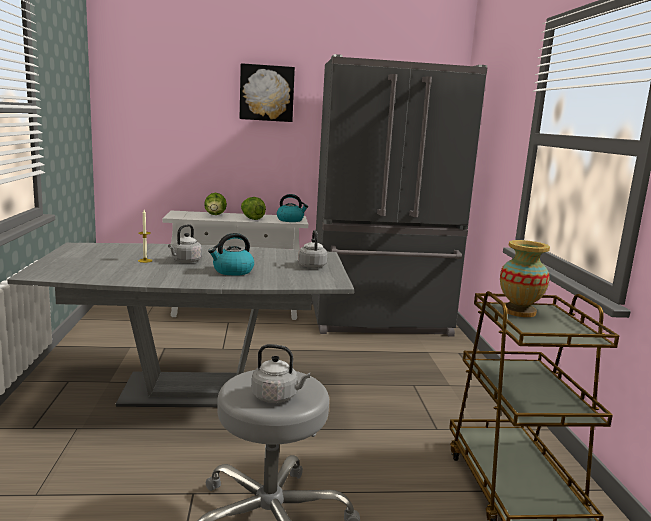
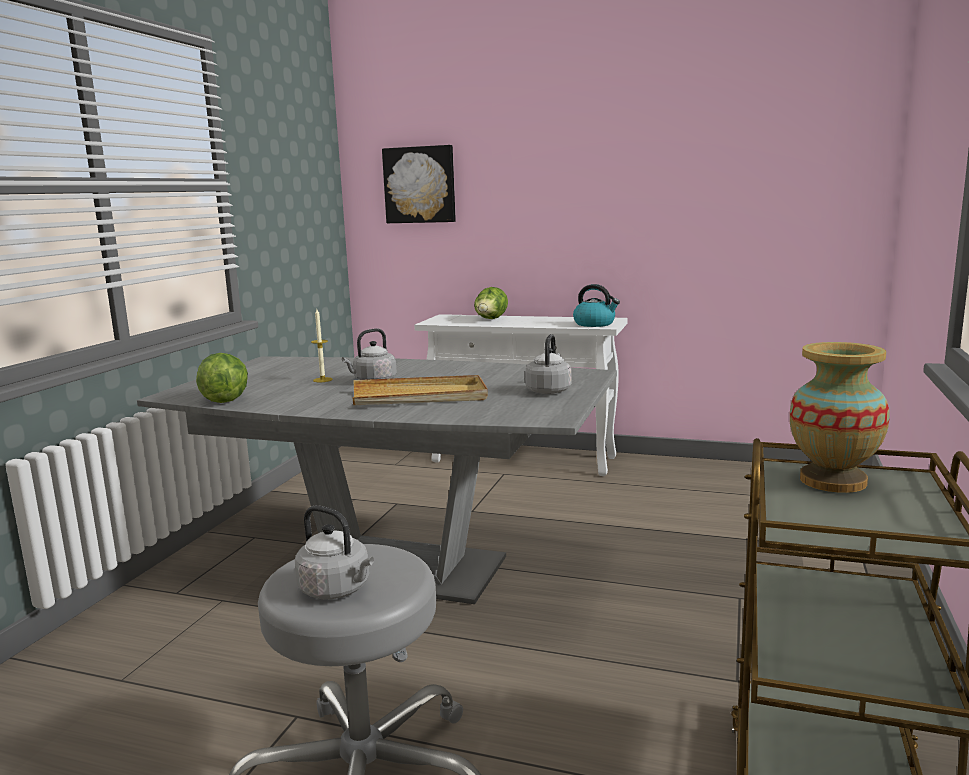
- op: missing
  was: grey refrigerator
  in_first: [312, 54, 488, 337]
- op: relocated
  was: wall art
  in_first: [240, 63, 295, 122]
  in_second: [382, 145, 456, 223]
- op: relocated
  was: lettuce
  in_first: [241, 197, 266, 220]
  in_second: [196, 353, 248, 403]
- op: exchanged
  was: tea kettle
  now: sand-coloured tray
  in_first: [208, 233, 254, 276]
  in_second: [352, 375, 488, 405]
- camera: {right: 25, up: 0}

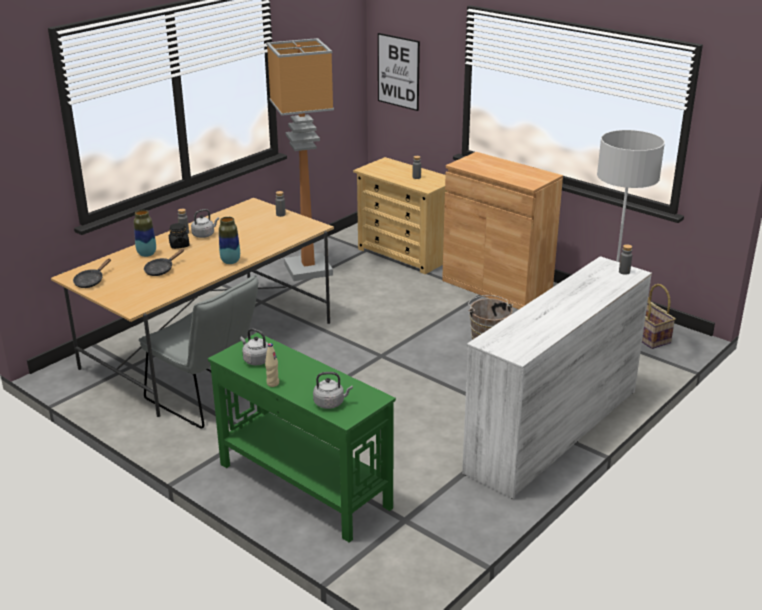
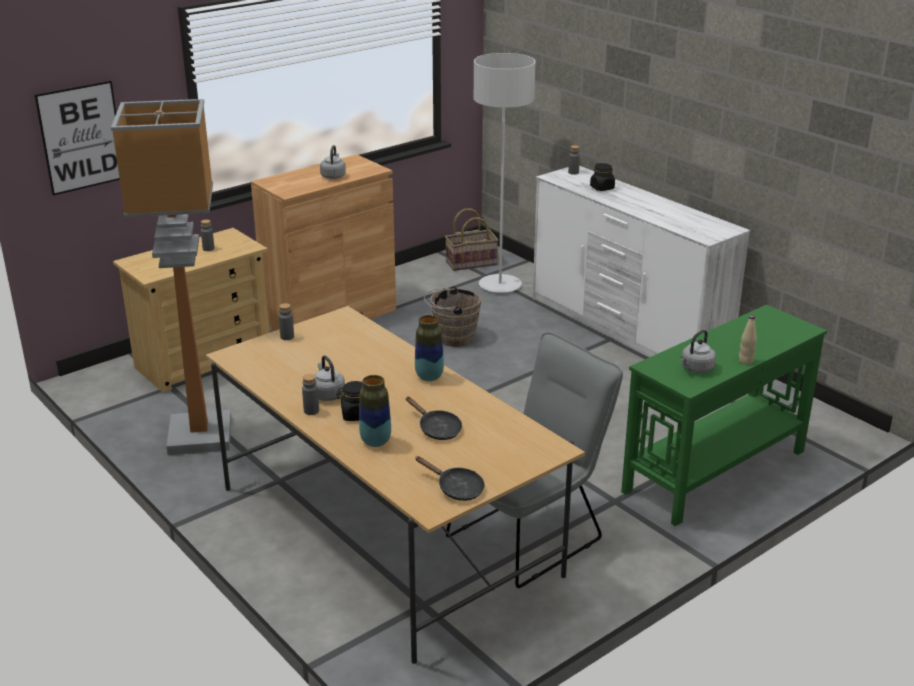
- op: relocated
  was: grey tea kettle
  in_first: [313, 372, 353, 409]
  in_second: [320, 145, 346, 179]
- op: appeared
  now: black jar
  in_second: [590, 163, 615, 191]
- camera: {right: -80, up: 0}

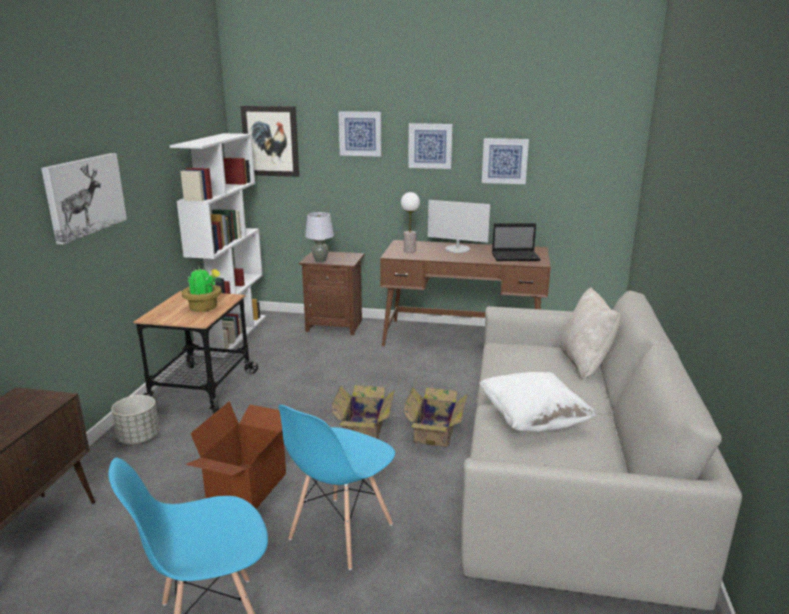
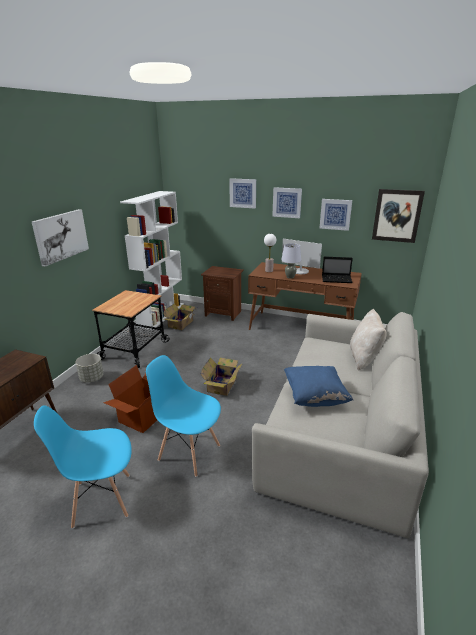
- op: relocated
  was: wall art
  in_first: [240, 106, 299, 177]
  in_second: [372, 189, 425, 243]
- op: relocated
  was: grey table lamp
  in_first: [305, 212, 334, 263]
  in_second: [281, 243, 301, 279]
- op: missing
  was: houseplant
  in_first: [182, 267, 222, 312]
- op: colour
  was: white throw pillow
  now: blue throw pillow
  in_first: [479, 372, 597, 432]
  in_second: [284, 366, 353, 407]
- op: relocated
  was: cardboard box
  in_first: [403, 387, 468, 447]
  in_second: [163, 304, 195, 330]
- op: spun
  was: blue plain chair
  in_first: [279, 405, 395, 570]
  in_second: [146, 355, 221, 477]
  clockwise: 75
- camera: {right: 10, up: 5}

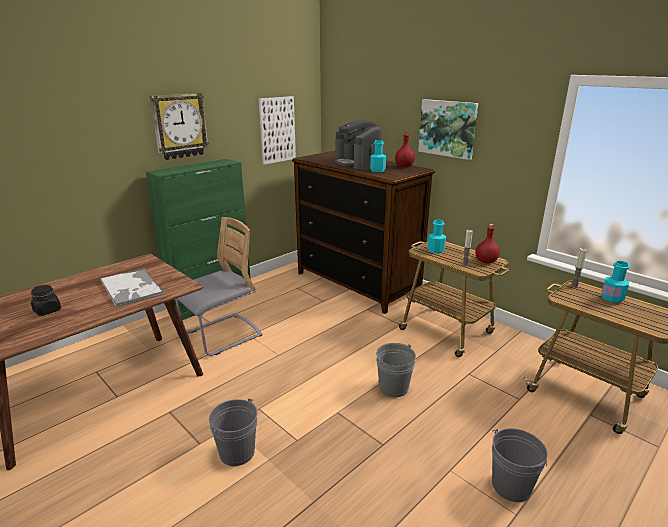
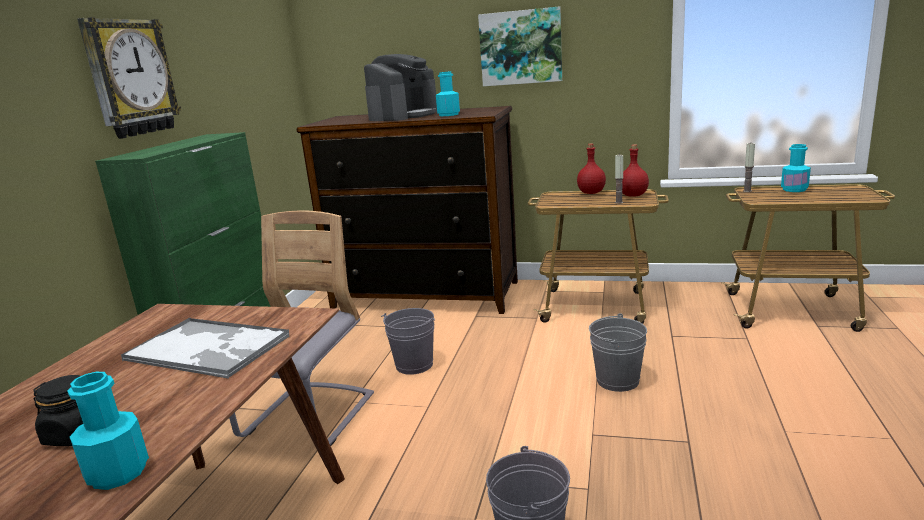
- op: missing
  was: wall art
  in_first: [259, 96, 296, 164]
- op: spun
  was: coffee brewer
  in_first: [335, 120, 382, 169]
  in_second: [364, 54, 437, 121]
  clockwise: -90
- op: relocated
  was: red-coloured beverage bottle
  in_first: [395, 132, 415, 167]
  in_second: [577, 144, 606, 194]
- op: relocated
  was: turquoise-coloured beverage bottle
  in_first: [427, 220, 446, 253]
  in_second: [67, 372, 149, 490]
- op: relocated
  was: grey water bucket
  in_first: [492, 428, 548, 502]
  in_second: [381, 308, 435, 375]
- camera: {right: -30, up: -5}

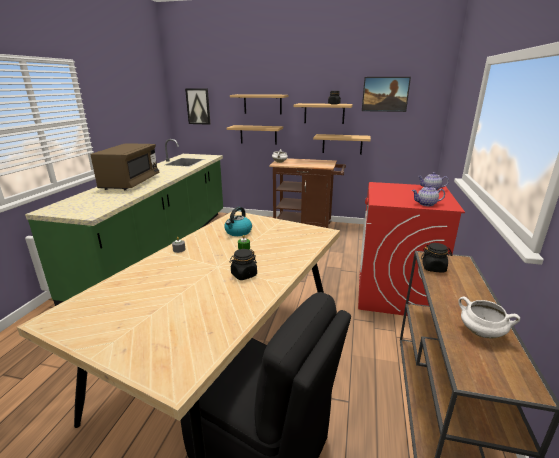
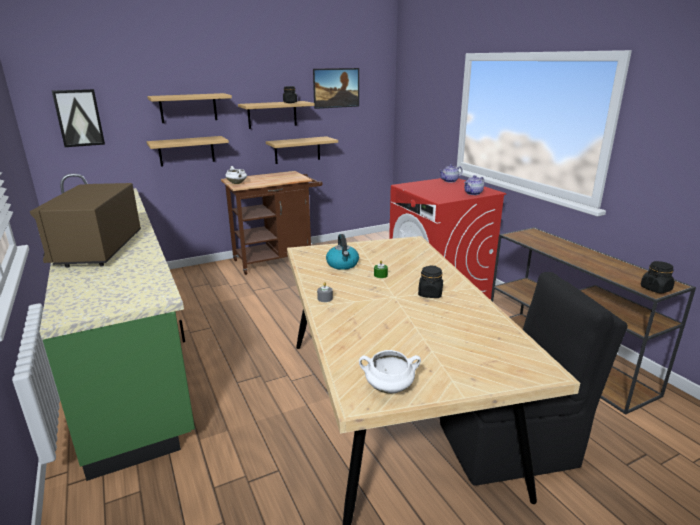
- op: spun
  was: brown kitchen microwave
  in_first: [91, 143, 159, 190]
  in_second: [30, 183, 141, 268]
  clockwise: -150
- op: relocated
  was: black jar
  in_first: [421, 243, 452, 273]
  in_second: [641, 261, 675, 294]
- op: relocated
  was: white stockpot
  in_first: [458, 296, 520, 338]
  in_second: [359, 350, 421, 394]
- camera: {right: -40, up: 0}

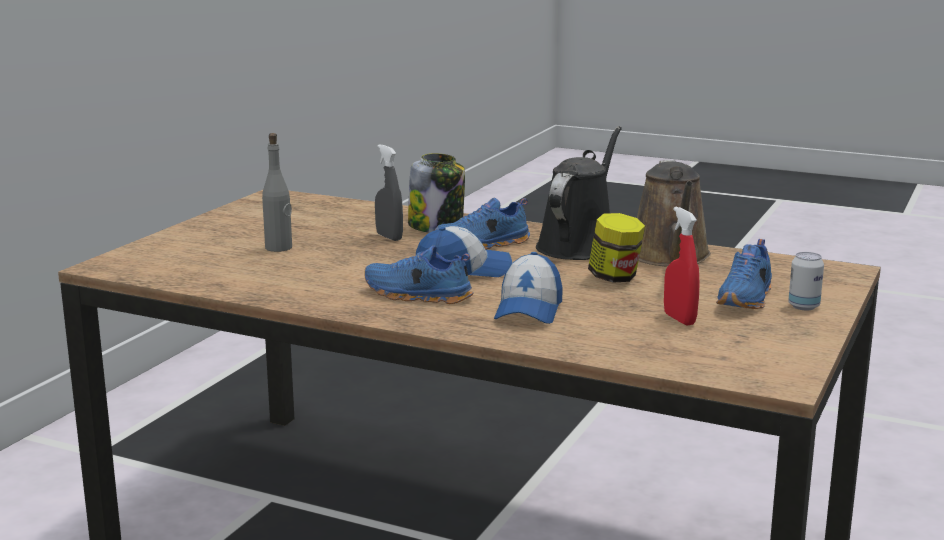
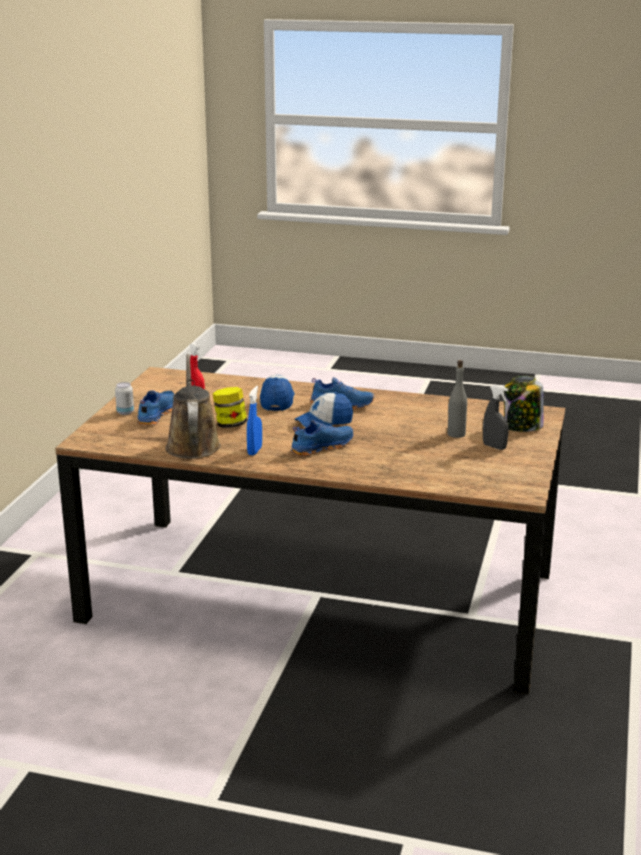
- op: exchanged
  was: black watering pot
  now: blue spray bottle
  in_first: [536, 126, 622, 260]
  in_second: [247, 386, 262, 455]
- op: relocated
  was: grey spray bottle
  in_first: [375, 144, 403, 241]
  in_second: [483, 385, 509, 450]
- op: relocated
  was: jar
  in_first: [408, 153, 465, 233]
  in_second: [504, 376, 544, 432]
- camera: {right: 170, up: 5}

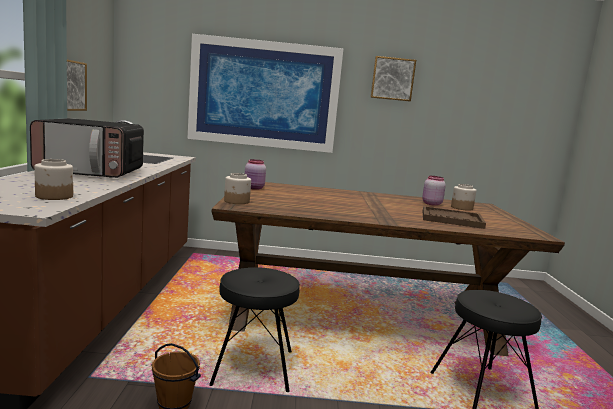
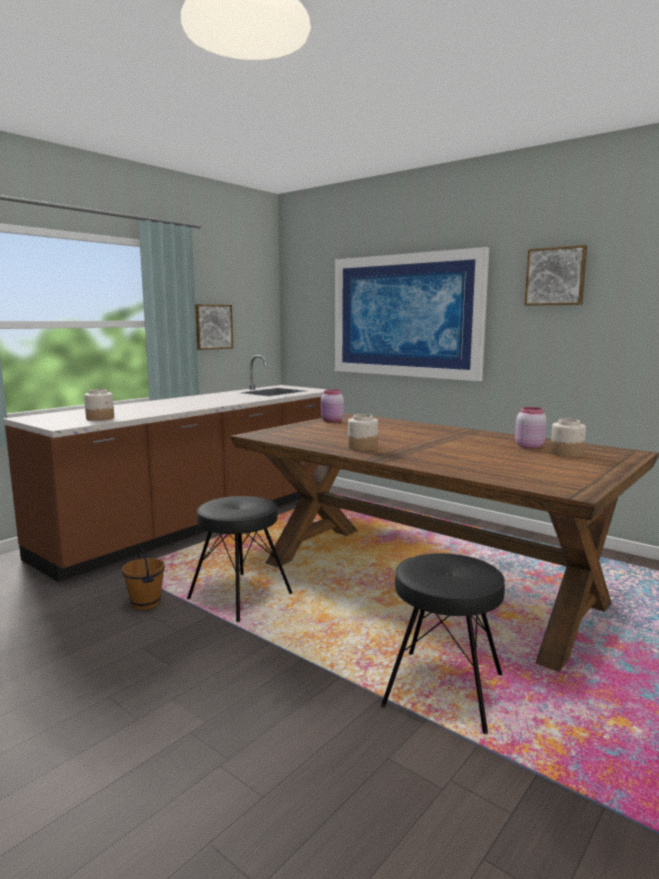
- op: missing
  was: kitchen microwave
  in_first: [30, 118, 144, 178]
- op: relocated
  was: jar
  in_first: [224, 173, 251, 204]
  in_second: [348, 414, 378, 451]
- op: missing
  was: brown tray
  in_first: [422, 206, 486, 229]
- camera: {right: 40, up: 0}

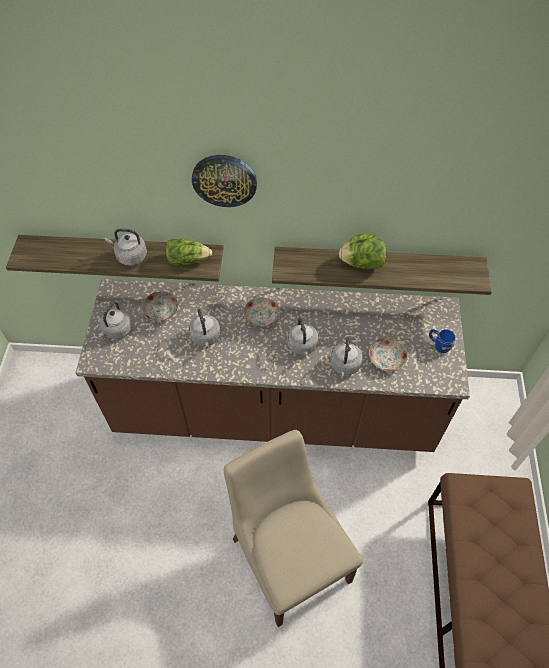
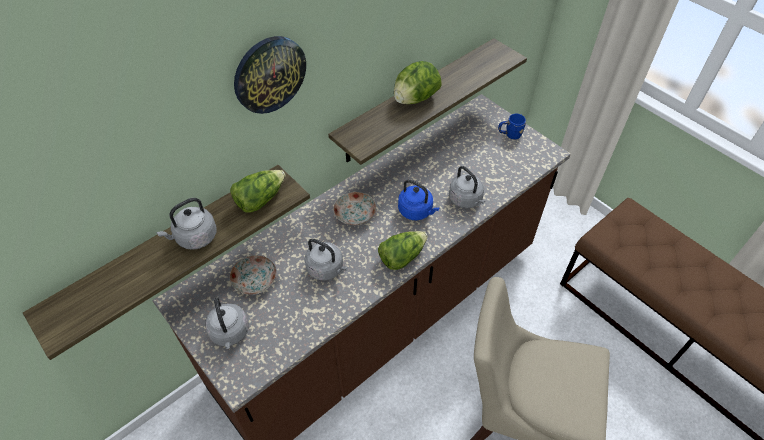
- op: colour
  was: grey tea kettle
  now: blue tea kettle
  in_first: [287, 317, 318, 356]
  in_second: [398, 180, 439, 220]
- op: missing
  was: dinner plate
  in_first: [369, 338, 407, 371]
- op: appeared
  now: lettuce
  in_second: [378, 231, 428, 270]
- camera: {right: -45, up: -5}

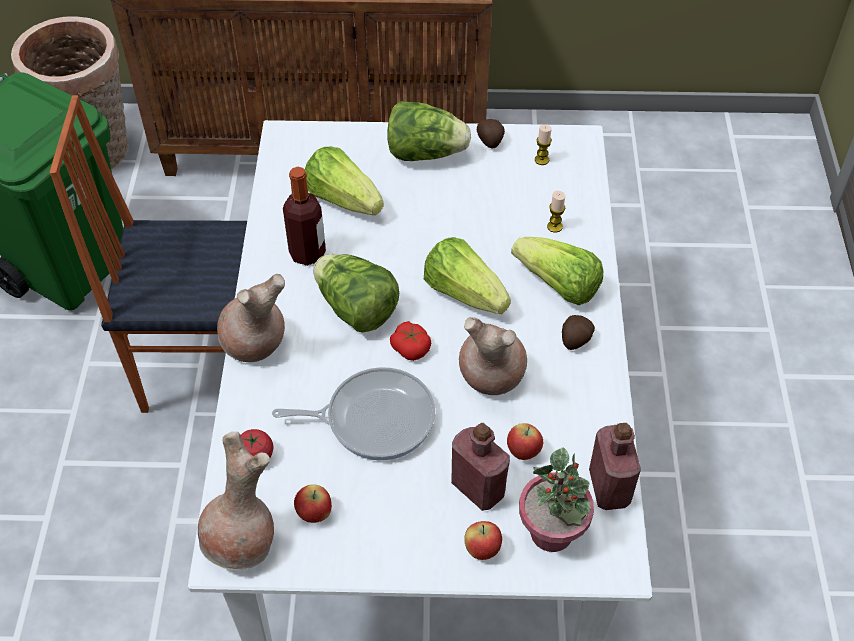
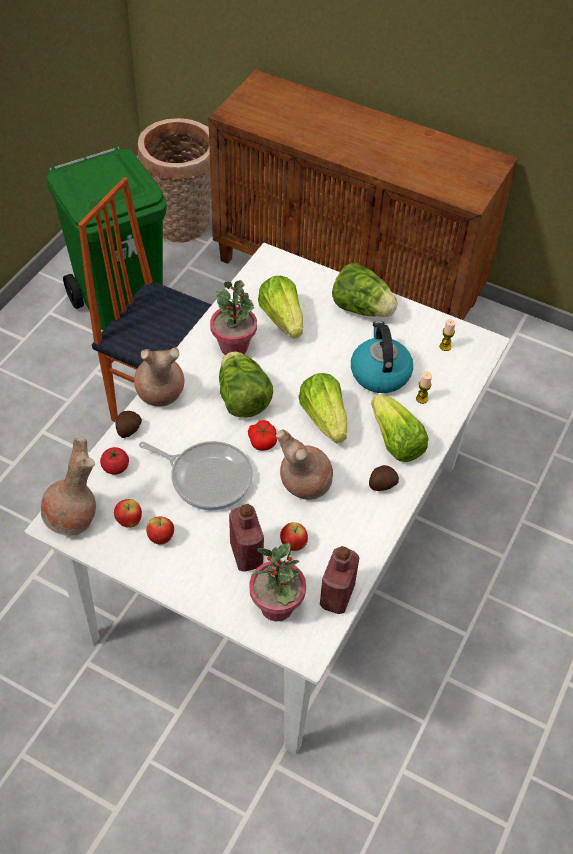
- op: relocated
  was: spud
  in_first: [477, 119, 505, 149]
  in_second: [115, 411, 142, 438]
- op: exchanged
  was: beverage bottle
  now: houseplant
  in_first: [283, 167, 326, 266]
  in_second: [210, 280, 257, 355]
- op: relocated
  was: apple fruit
  in_first: [464, 521, 502, 560]
  in_second: [146, 516, 174, 545]
- op: appeared
  now: tea kettle
  in_second: [351, 321, 413, 393]
- camera: {right: 25, up: 0}

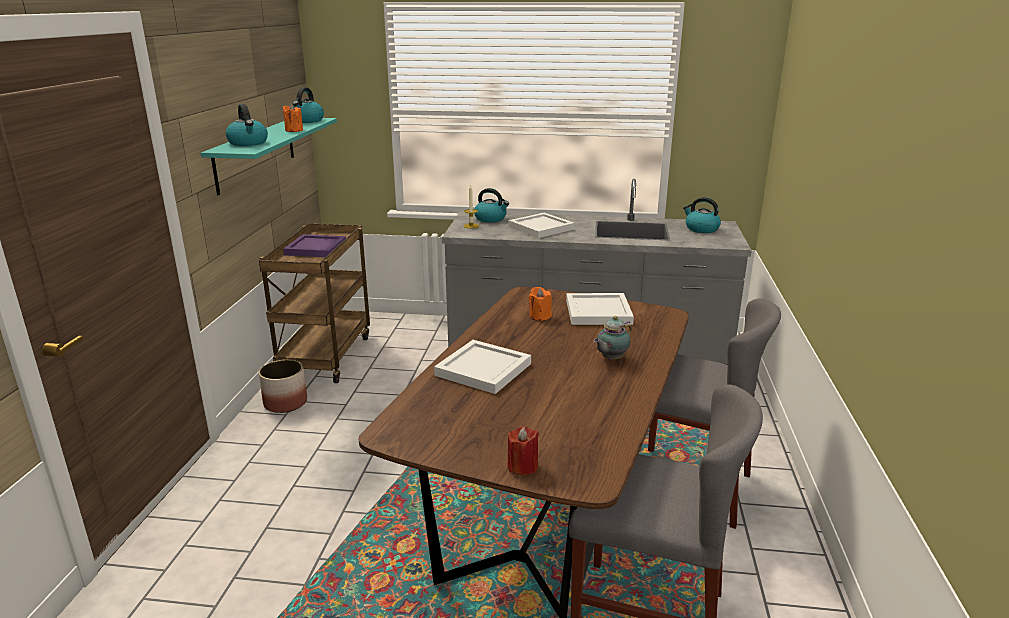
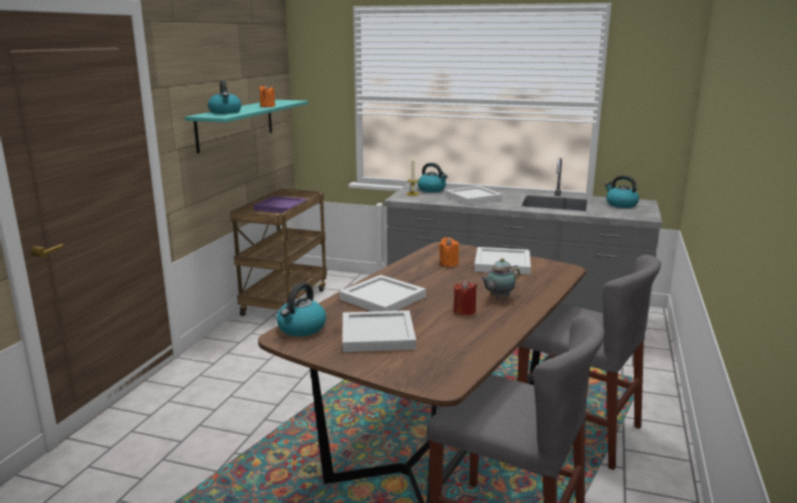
- op: relocated
  was: tea kettle
  in_first: [293, 87, 324, 123]
  in_second: [276, 283, 326, 336]
- op: missing
  was: plant pot
  in_first: [259, 360, 307, 413]
- op: relocated
  was: red-coloured candle
  in_first: [508, 426, 539, 475]
  in_second: [454, 280, 477, 315]
- op: appeared
  now: white tray
  in_second: [342, 310, 416, 352]
- camera: {right: 10, up: -5}

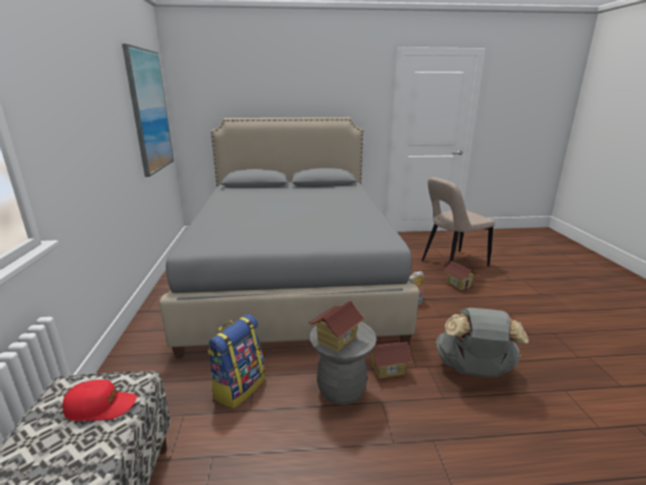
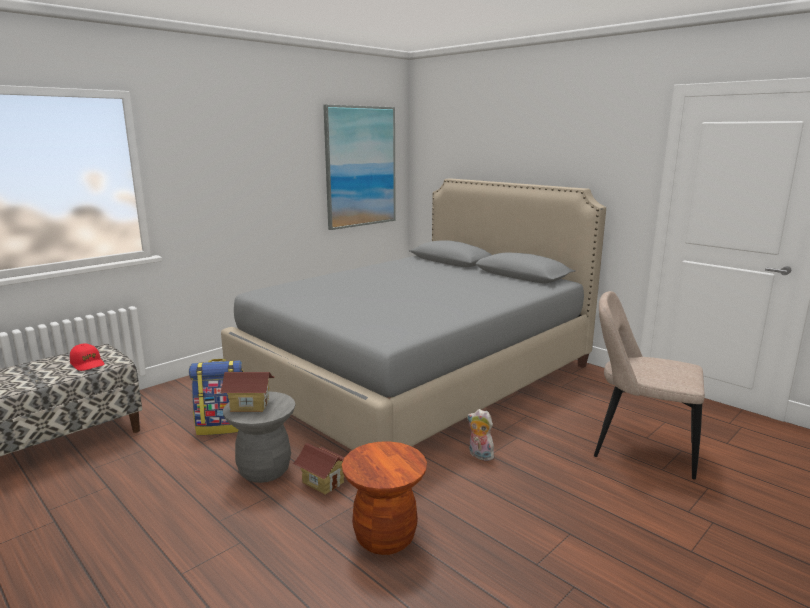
- op: missing
  was: toy house
  in_first: [443, 261, 478, 290]
- op: exchanged
  was: grey knapsack
  now: brown stool
  in_first: [436, 308, 529, 378]
  in_second: [342, 441, 427, 555]
- camera: {right: 50, up: -5}

